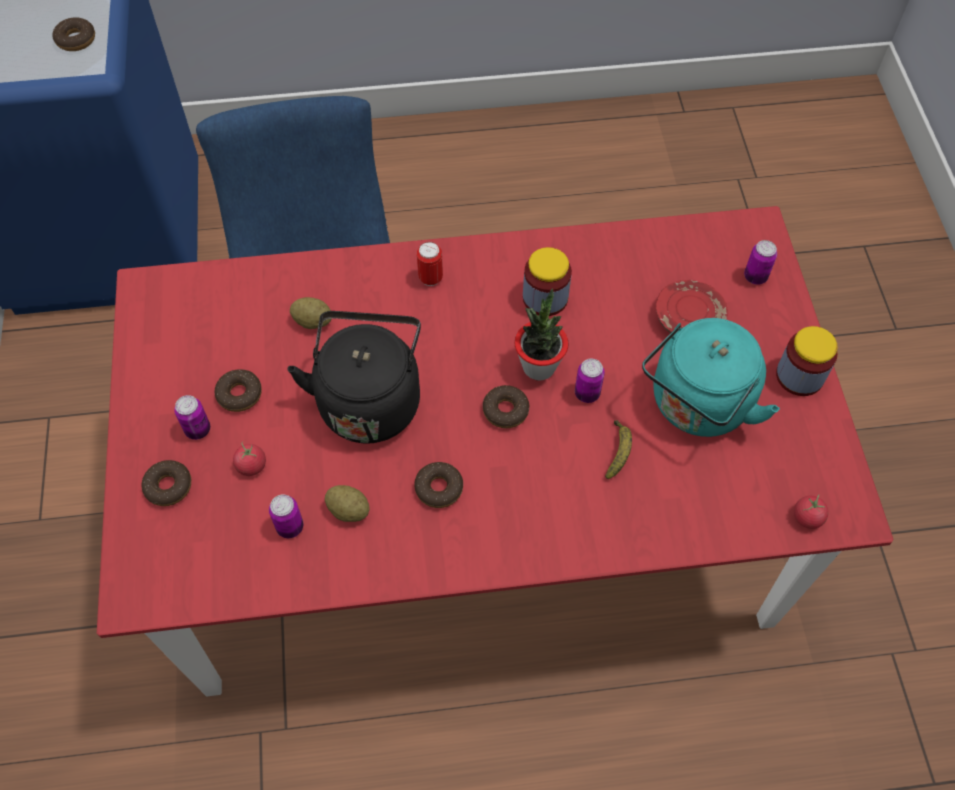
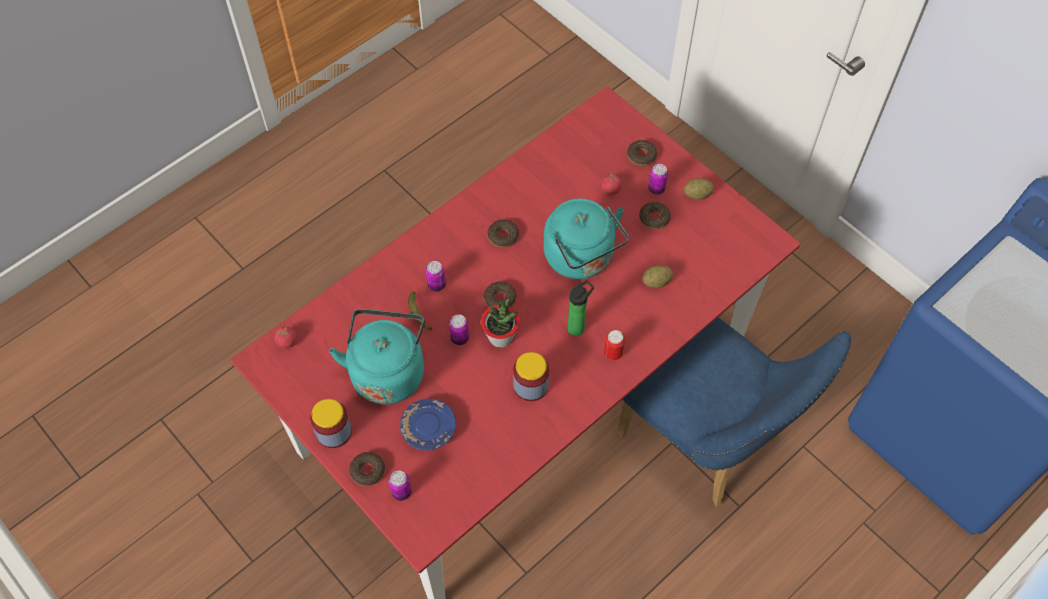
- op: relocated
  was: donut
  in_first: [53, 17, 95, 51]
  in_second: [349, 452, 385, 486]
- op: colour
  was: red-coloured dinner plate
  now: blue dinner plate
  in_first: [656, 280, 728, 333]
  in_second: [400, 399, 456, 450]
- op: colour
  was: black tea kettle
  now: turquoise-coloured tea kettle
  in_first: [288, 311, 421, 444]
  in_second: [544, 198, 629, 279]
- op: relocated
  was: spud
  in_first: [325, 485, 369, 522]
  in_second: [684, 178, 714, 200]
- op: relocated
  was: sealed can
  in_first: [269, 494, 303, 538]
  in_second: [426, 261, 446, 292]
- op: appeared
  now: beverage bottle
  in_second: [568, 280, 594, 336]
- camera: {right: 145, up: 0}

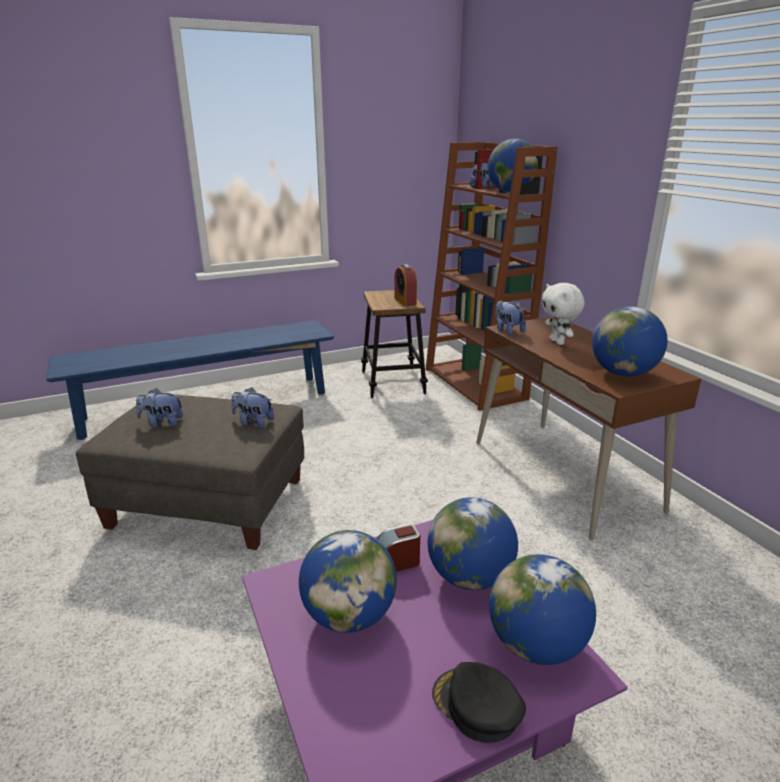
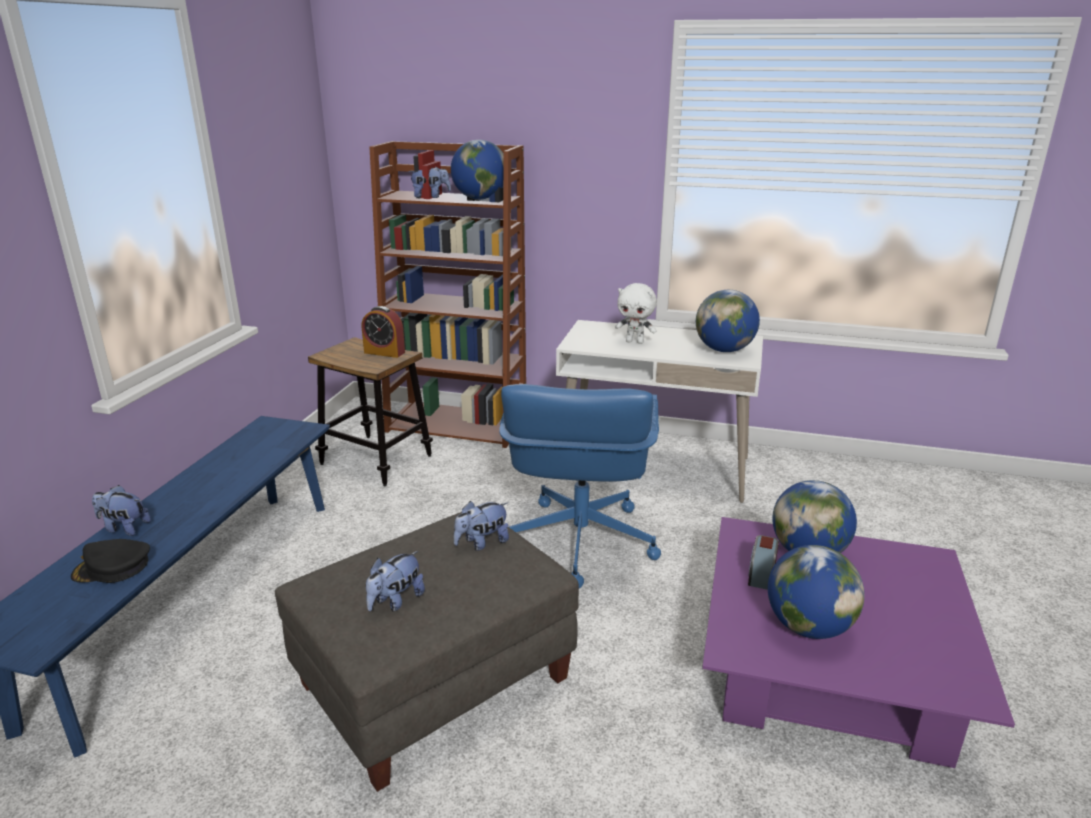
- op: relocated
  was: plush toy
  in_first: [495, 300, 526, 335]
  in_second: [92, 485, 151, 536]
- op: colour
  was: brown desk unit
  now: white desk unit
  in_first: [477, 316, 701, 540]
  in_second: [556, 320, 763, 503]
- op: missing
  was: desk globe
  in_first: [489, 554, 596, 665]
- op: relocated
  was: black cap
  in_first: [432, 662, 526, 743]
  in_second: [71, 539, 150, 583]
- op: appeared
  now: blue office chair
  in_second: [499, 384, 661, 588]
- camera: {right: -50, up: 0}

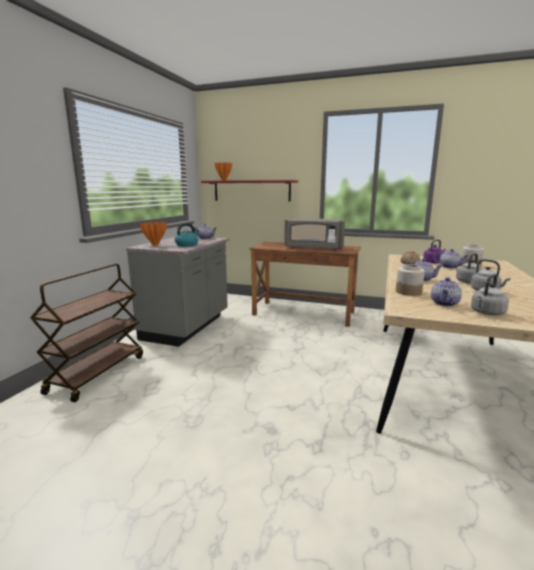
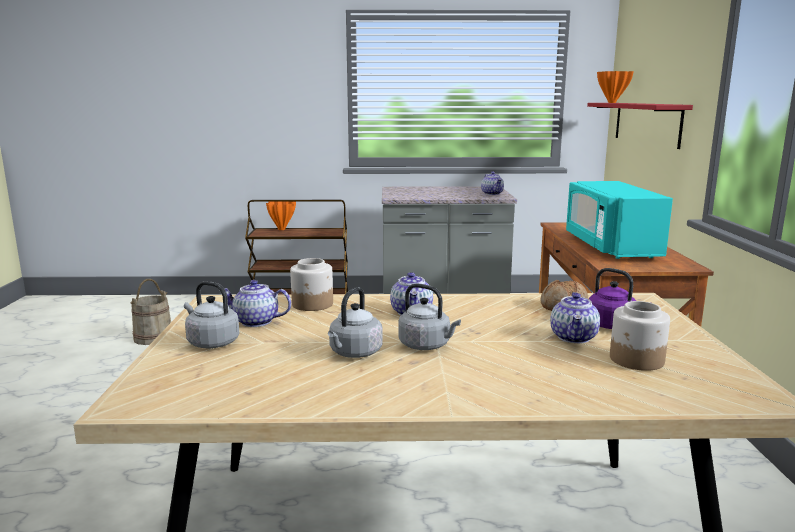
- op: colour
  was: grey kitchen microwave
  now: turquoise-coloured kitchen microwave
  in_first: [284, 218, 345, 250]
  in_second: [566, 181, 673, 259]
- op: relocated
  was: orangey decorative vase
  in_first: [139, 222, 167, 246]
  in_second: [266, 202, 296, 230]
- op: missing
  was: tea kettle
  in_first: [175, 223, 199, 246]
- op: appeared
  now: sand-coloured water bucket
  in_second: [130, 279, 171, 345]
- camera: {right: 70, up: 0}

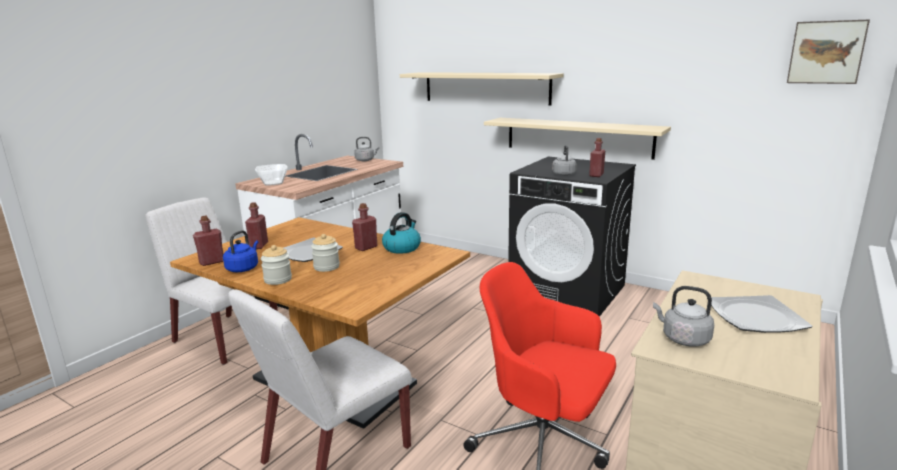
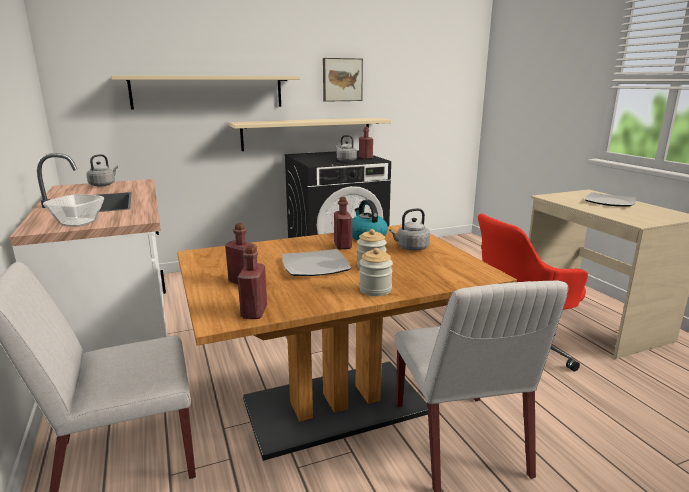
- op: relocated
  was: wall art
  in_first: [787, 19, 870, 84]
  in_second: [323, 58, 363, 102]
- op: missing
  was: blue tea kettle
  in_first: [223, 230, 258, 272]
- op: relocated
  was: grey tea kettle
  in_first: [653, 286, 714, 347]
  in_second: [389, 208, 430, 251]
- camera: {right: -55, up: 0}

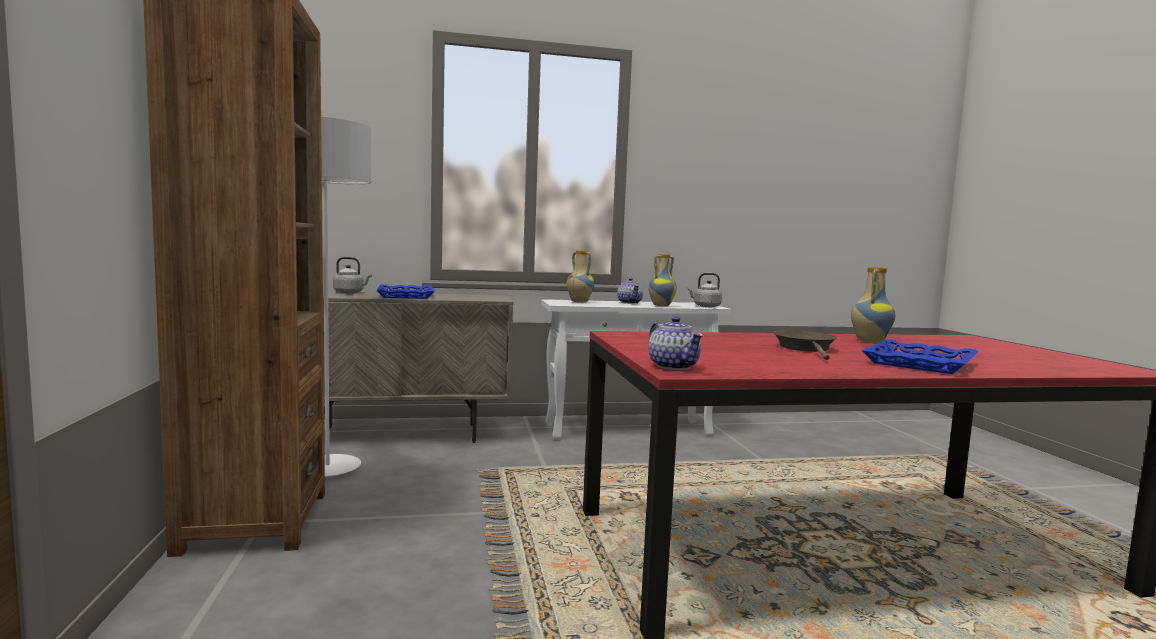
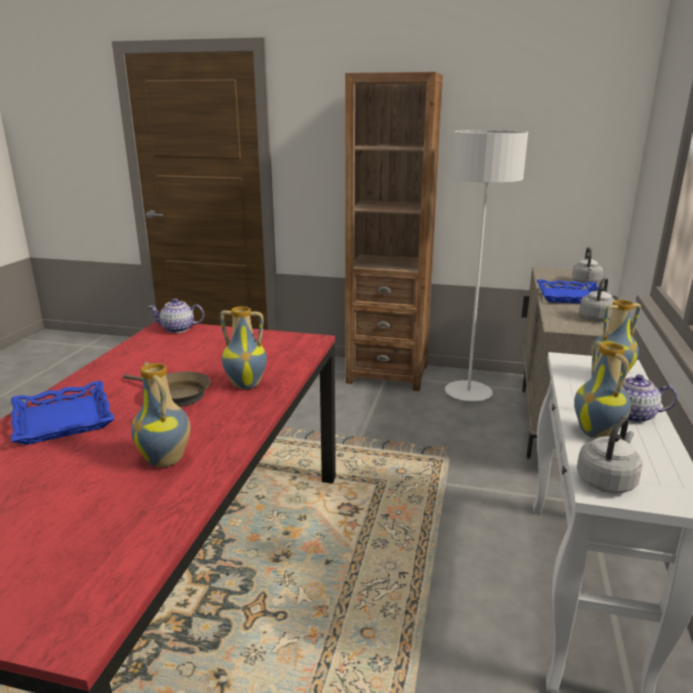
- op: appeared
  now: grey tea kettle
  in_second: [579, 277, 615, 321]
- op: appeared
  now: decorative vase
  in_second: [220, 306, 267, 389]
- camera: {right: 115, up: 15}

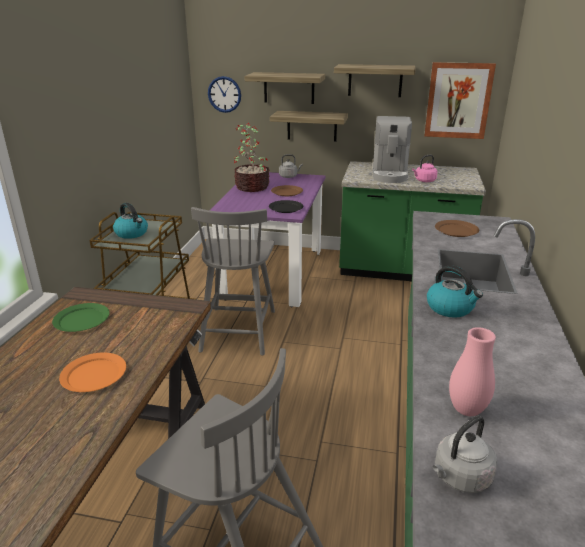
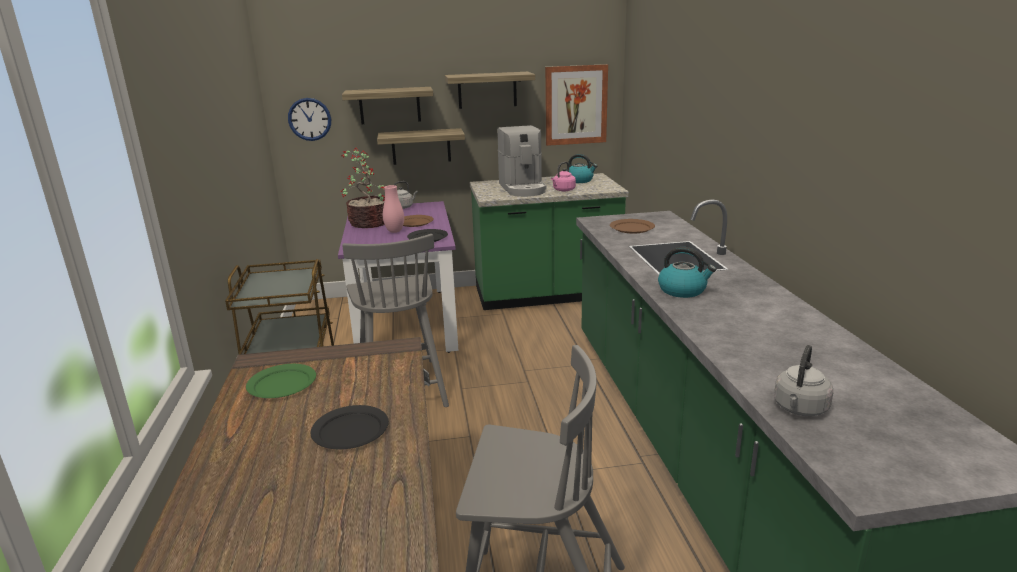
- op: relocated
  was: tea kettle
  in_first: [113, 203, 148, 239]
  in_second: [568, 154, 597, 183]
- op: relocated
  was: pink decorative vase
  in_first: [449, 327, 496, 416]
  in_second: [383, 185, 404, 233]
- op: colour
  was: orangey dinner plate
  now: black dinner plate
  in_first: [59, 353, 126, 392]
  in_second: [310, 405, 389, 450]
- camera: {right: -20, up: -5}

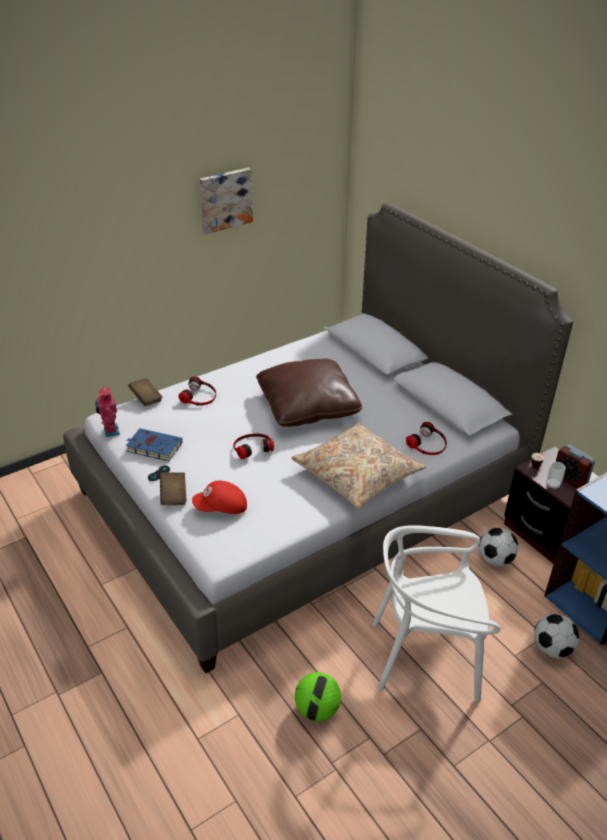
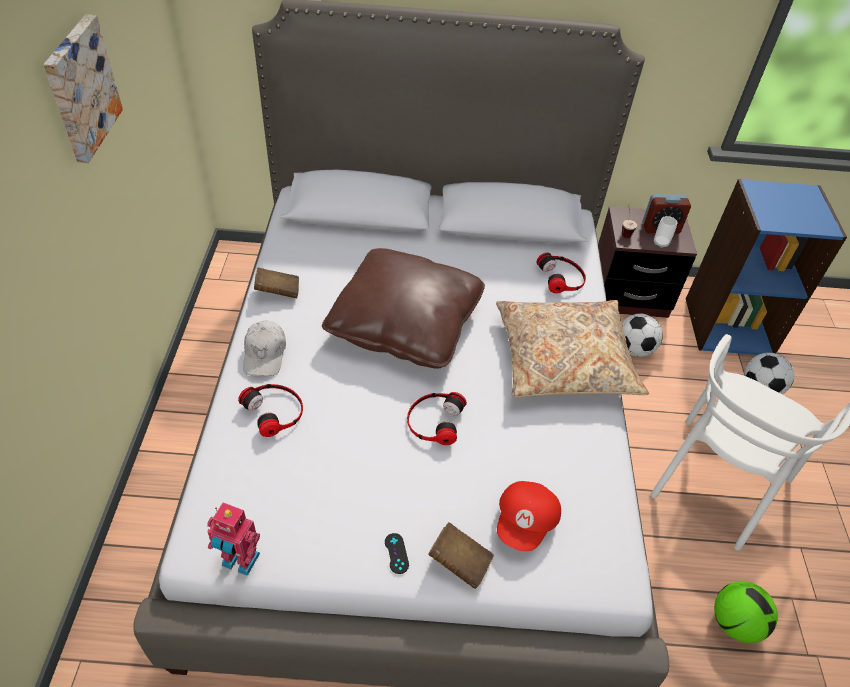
- op: relocated
  was: brown book
  in_first: [128, 378, 162, 406]
  in_second: [254, 268, 299, 298]
- op: missing
  was: blue book
  in_first: [126, 428, 183, 461]
- op: appeared
  now: white cap
  in_second: [243, 321, 286, 376]
- camera: {right: -55, up: 10}

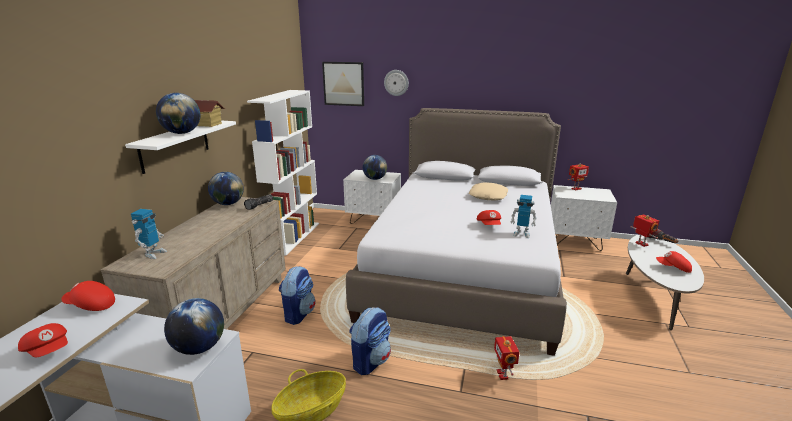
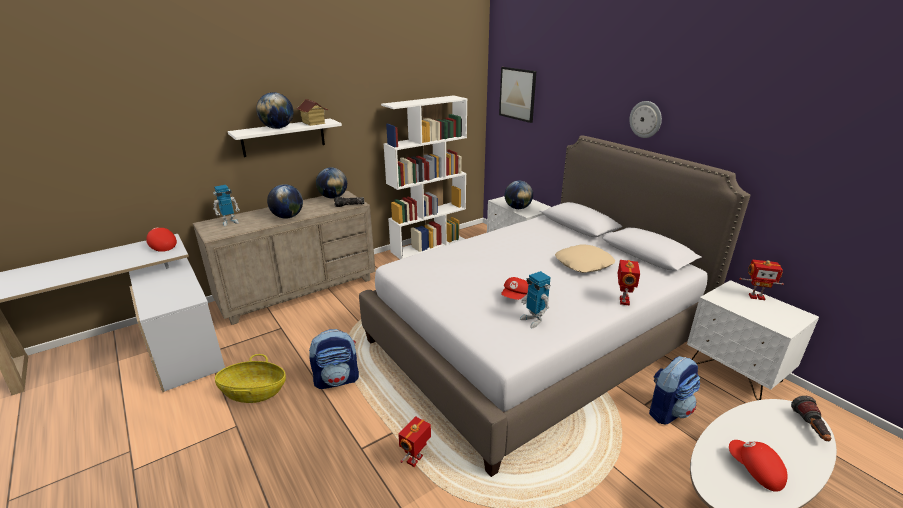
- op: relocated
  was: hanging clock
  in_first: [384, 70, 409, 96]
  in_second: [629, 101, 662, 138]
- op: relocated
  was: model robot
  in_first: [631, 214, 659, 247]
  in_second: [618, 260, 640, 306]
- op: relocated
  was: knapsack
  in_first: [279, 266, 316, 325]
  in_second: [649, 356, 700, 425]
- op: relocated
  was: desk globe
  in_first: [164, 298, 224, 355]
  in_second: [267, 184, 303, 219]
- op: missing
  was: red-coloured cap
  in_first: [18, 323, 68, 358]
- camera: {right: 40, up: 5}

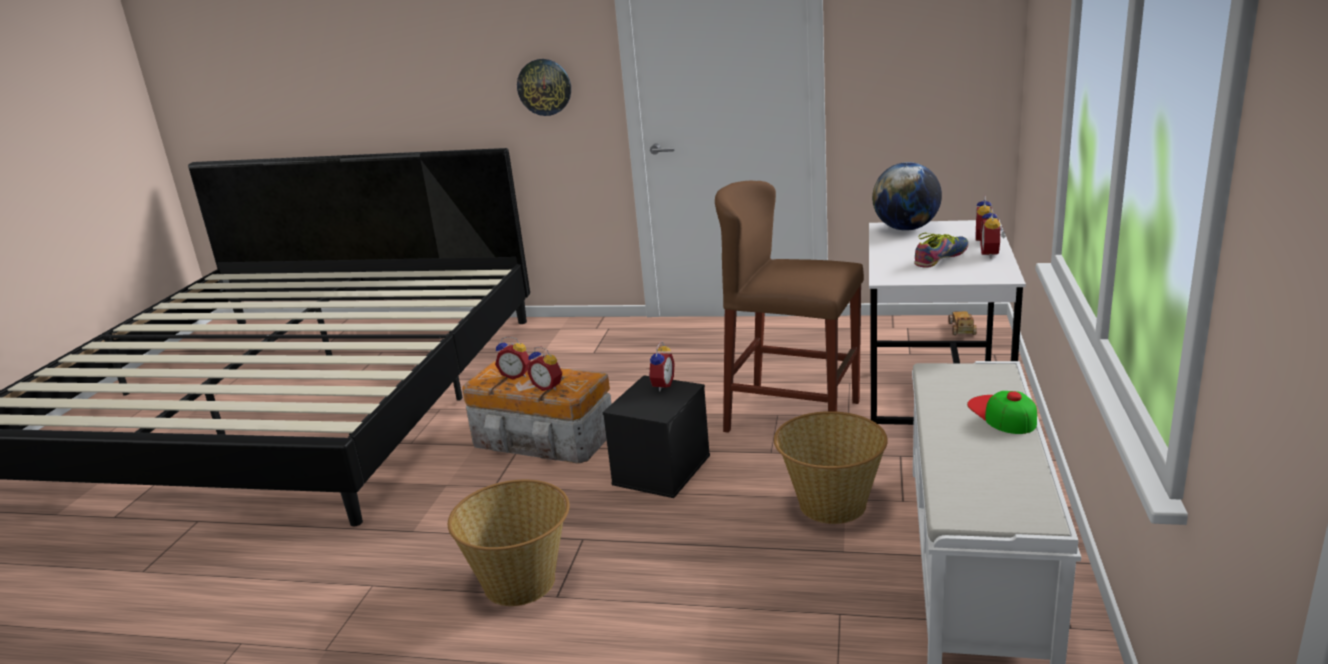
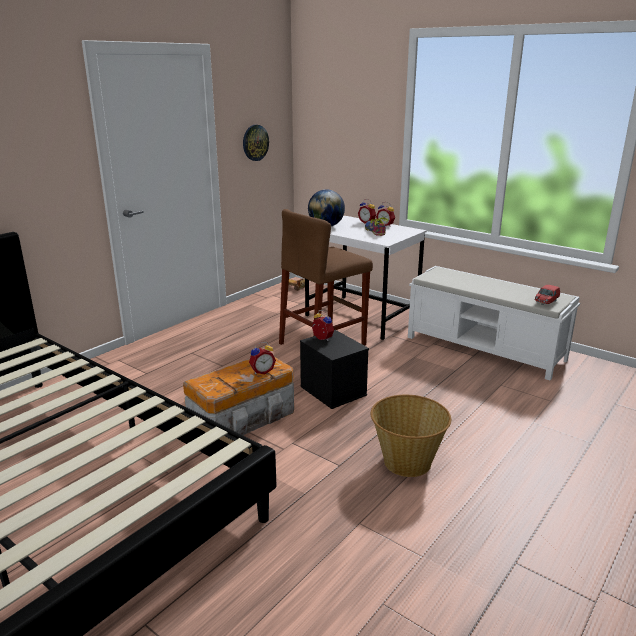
- op: relocated
  was: hanging clock
  in_first: [517, 59, 571, 116]
  in_second: [243, 125, 269, 161]
- op: missing
  was: table clock
  in_first: [495, 336, 531, 380]
- op: missing
  was: cap
  in_first: [967, 391, 1037, 434]
- op: missing
  was: storage basket
  in_first: [774, 411, 888, 524]
- op: appeared
  now: red-coloured miniature car
  in_second: [534, 285, 560, 305]
- camera: {right: -65, up: 0}

